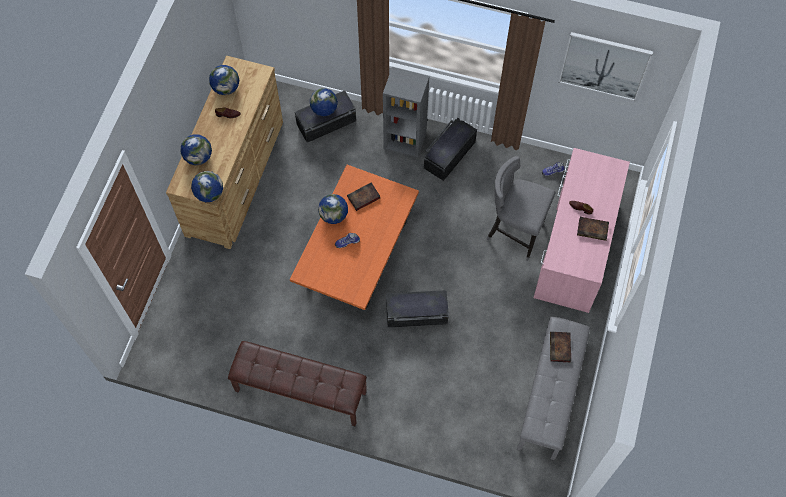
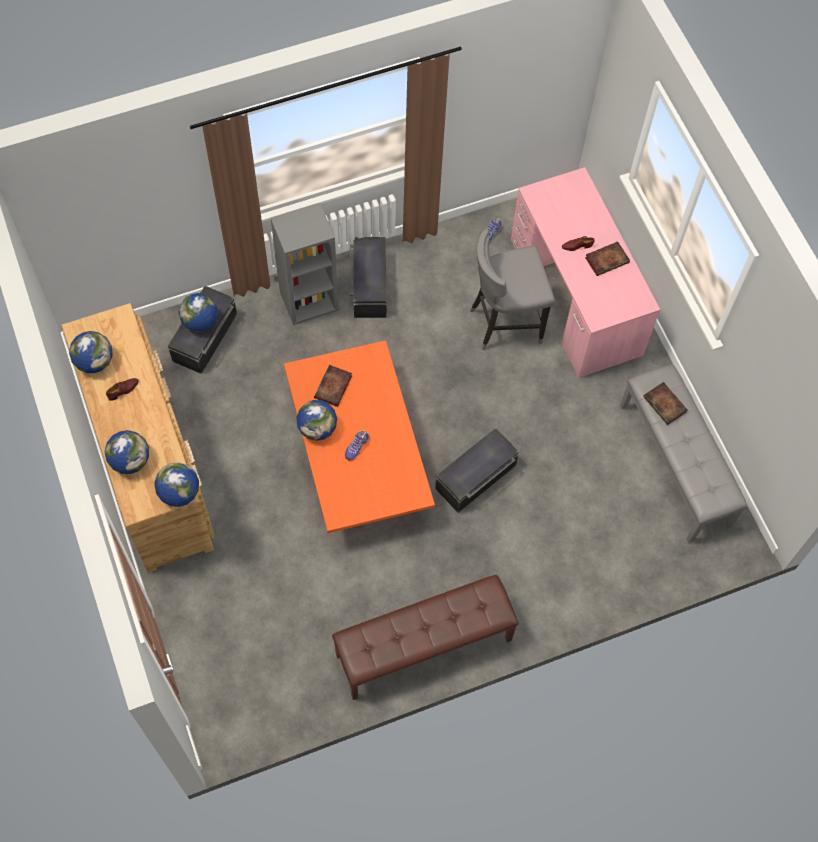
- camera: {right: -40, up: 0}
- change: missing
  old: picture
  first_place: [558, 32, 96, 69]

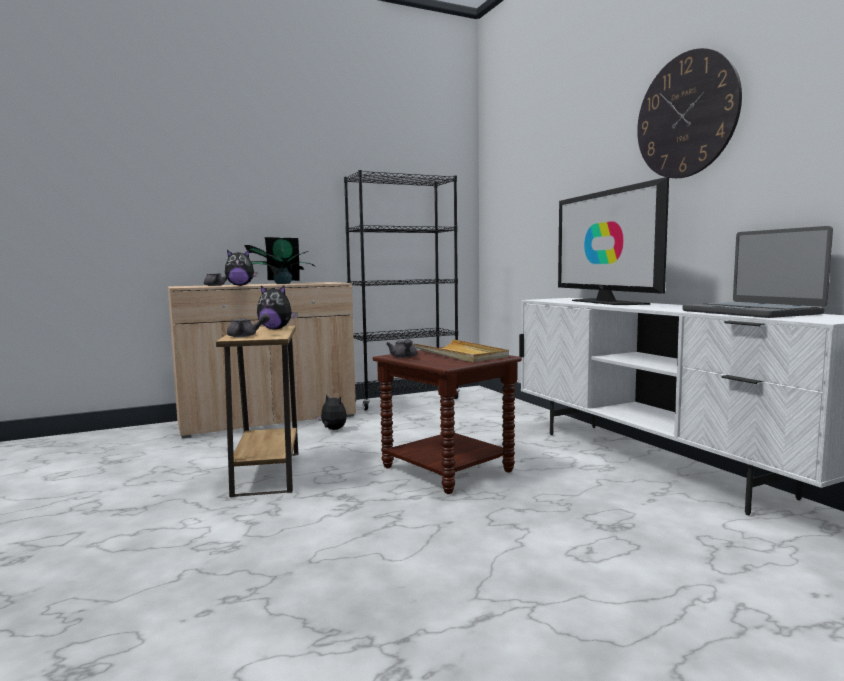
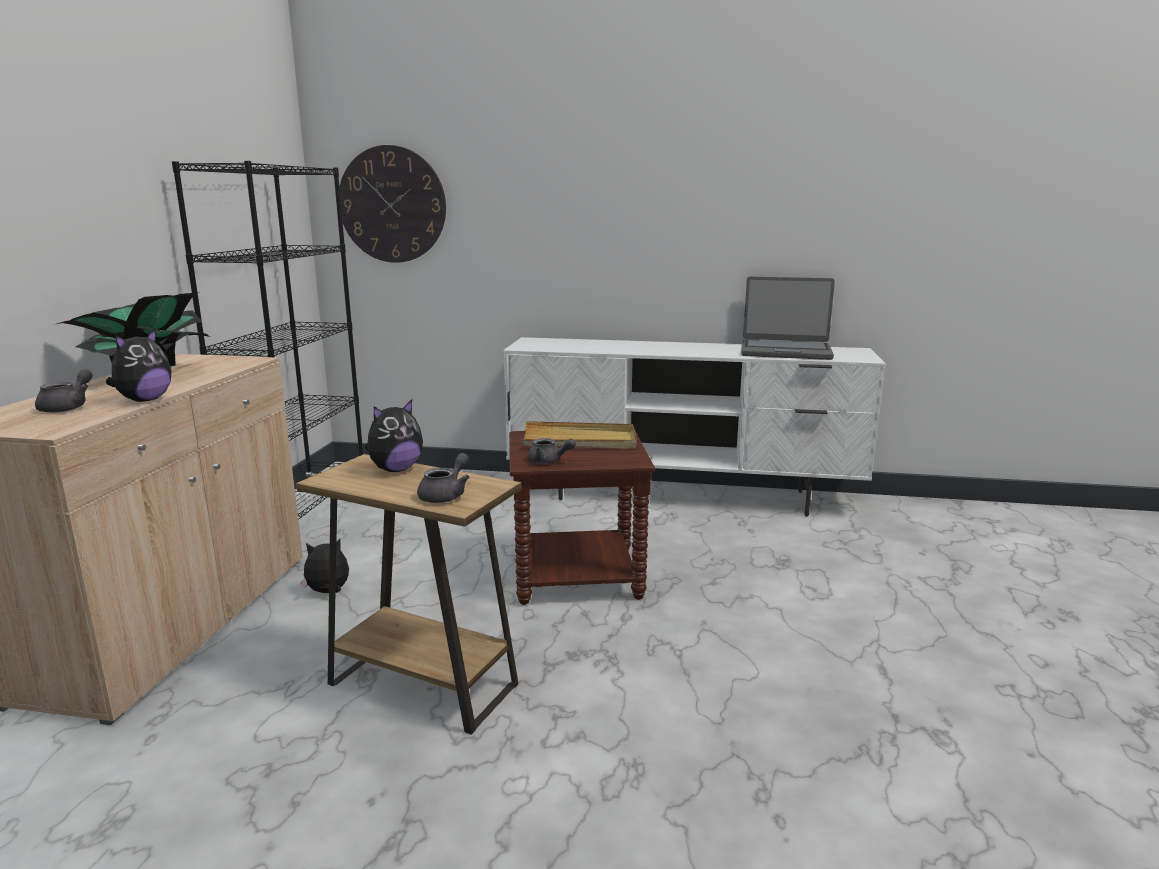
- camera: {right: -55, up: 10}
- change: missing
  old: television
  first_place: [558, 177, 111, 128]
- change: relocated
  old: wall clock
  first_place: [637, 48, 105, 130]
  second_place: [339, 145, 107, 118]

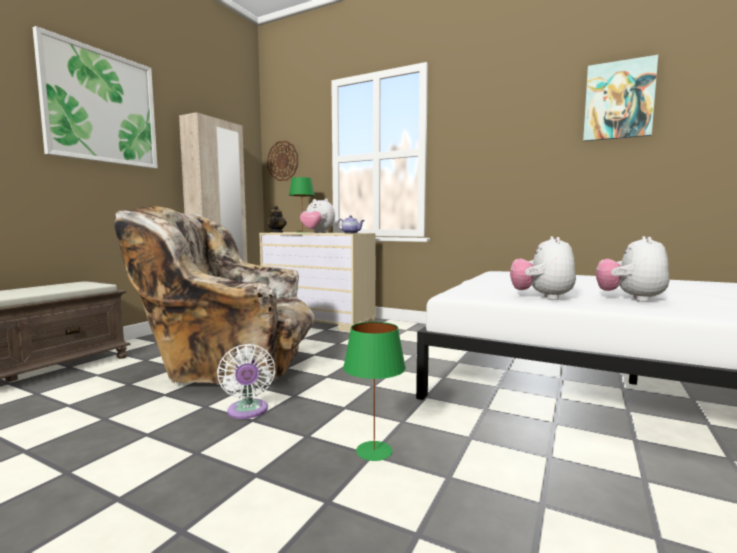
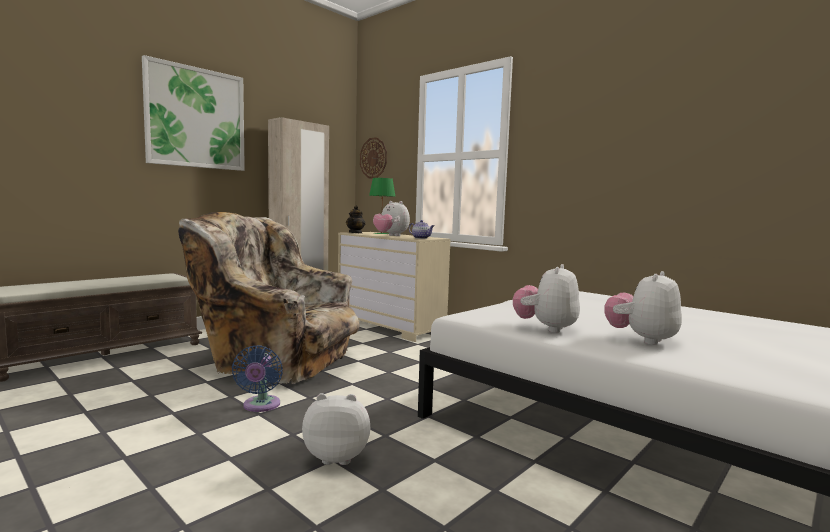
- camera: {right: 15, up: 0}
- change: colour
  old: white fan
  new: blue fan
  first_place: [217, 344, 58, 75]
  second_place: [232, 345, 51, 67]
- change: exchanged
  old: green table lamp
  new: plush toy
  first_place: [343, 322, 63, 139]
  second_place: [302, 393, 68, 72]
- change: missing
  old: picture
  first_place: [583, 55, 75, 86]

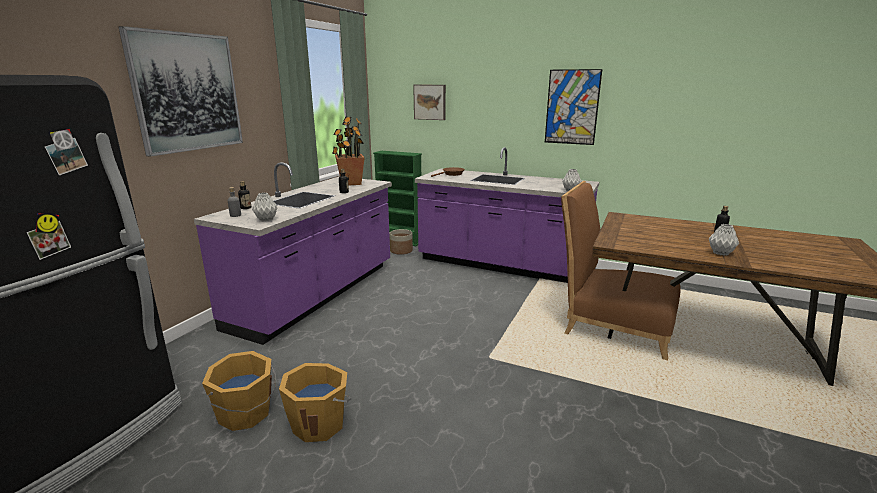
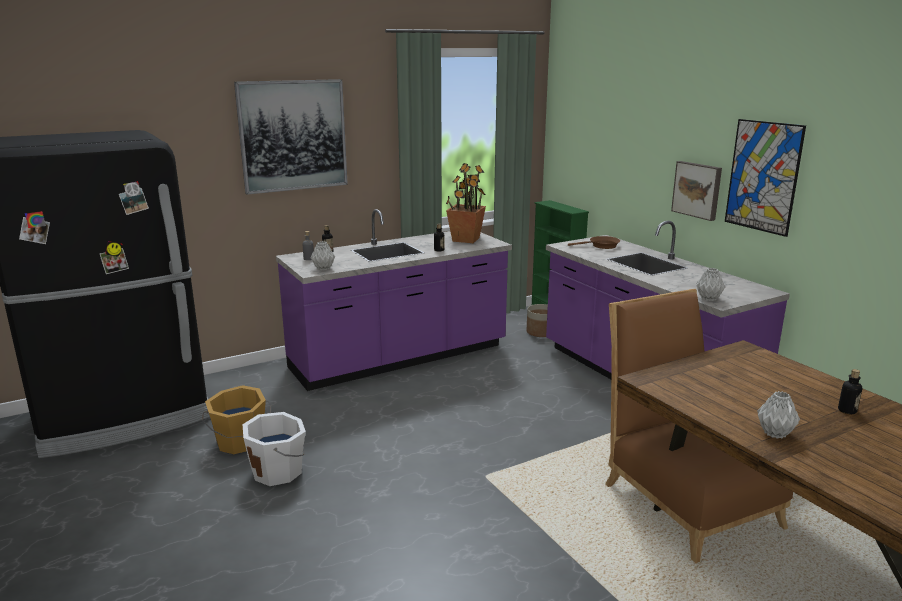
- camera: {right: 35, up: 0}
- change: colour
  old: orange bucket
  new: white bucket
  first_place: [279, 363, 72, 79]
  second_place: [242, 412, 64, 74]
- change: relocated
  old: picture
  first_place: [413, 85, 33, 35]
  second_place: [671, 161, 51, 60]

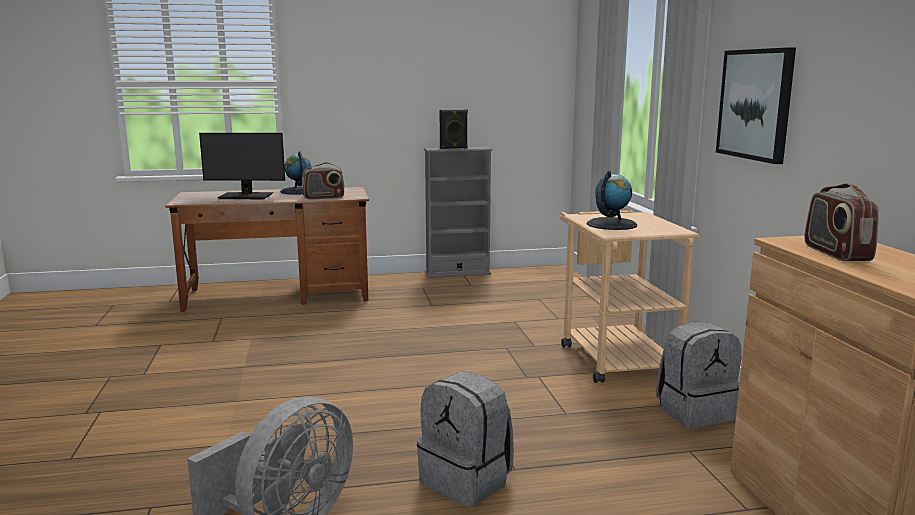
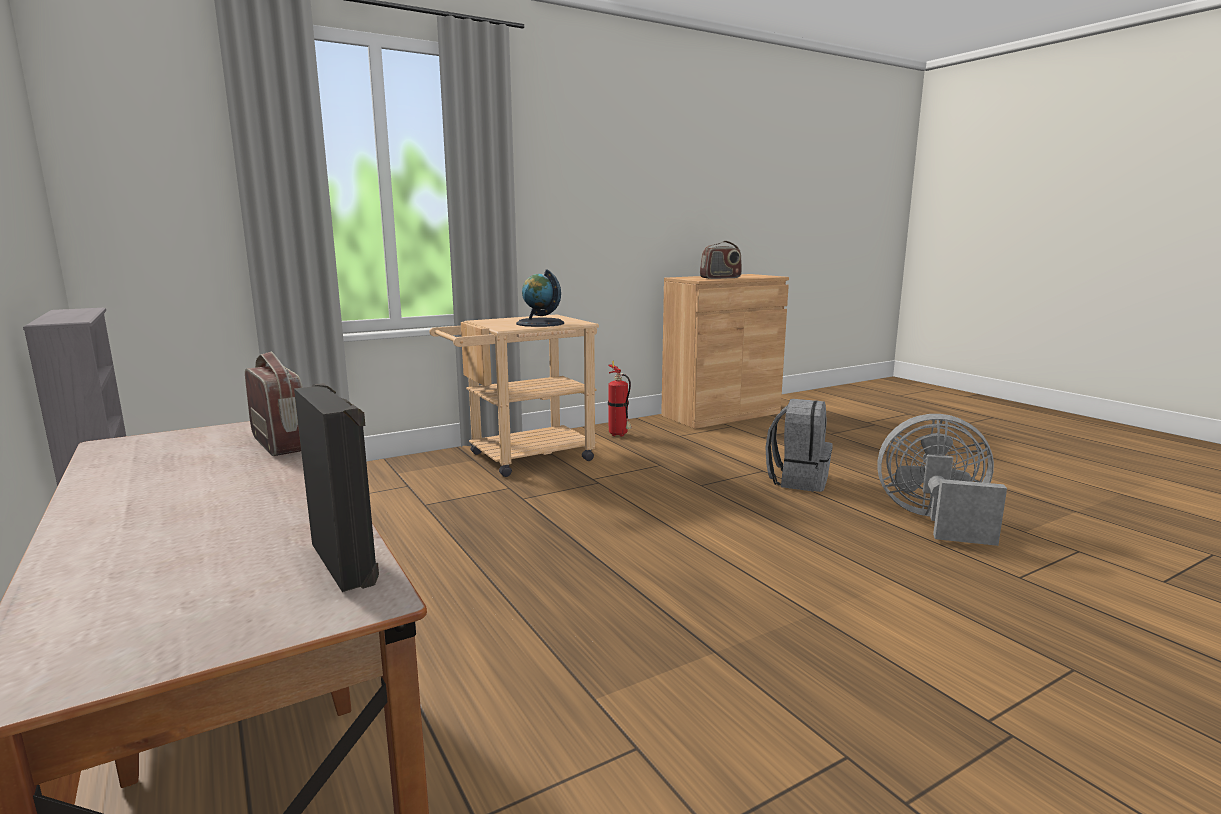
- camera: {right: -110, up: 0}
- change: missing
  old: monitor
  first_place: [199, 133, 86, 66]
- change: missing
  old: globe
  first_place: [280, 151, 32, 44]
- change: relocated
  old: black speaker
  first_place: [440, 109, 28, 40]
  second_place: [294, 383, 85, 209]
- change: exchanged
  old: grey backpack
  new: fire extinguisher
  first_place: [656, 321, 85, 108]
  second_place: [608, 361, 24, 76]
- change: missing
  old: picture
  first_place: [716, 47, 80, 117]

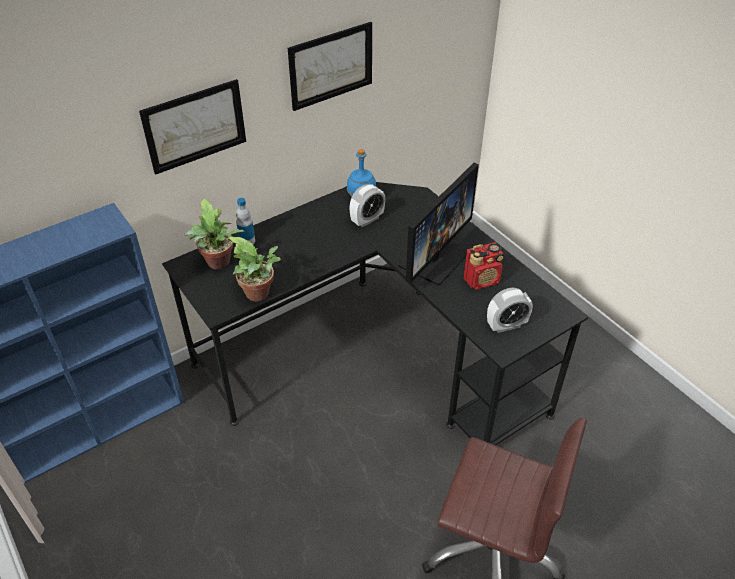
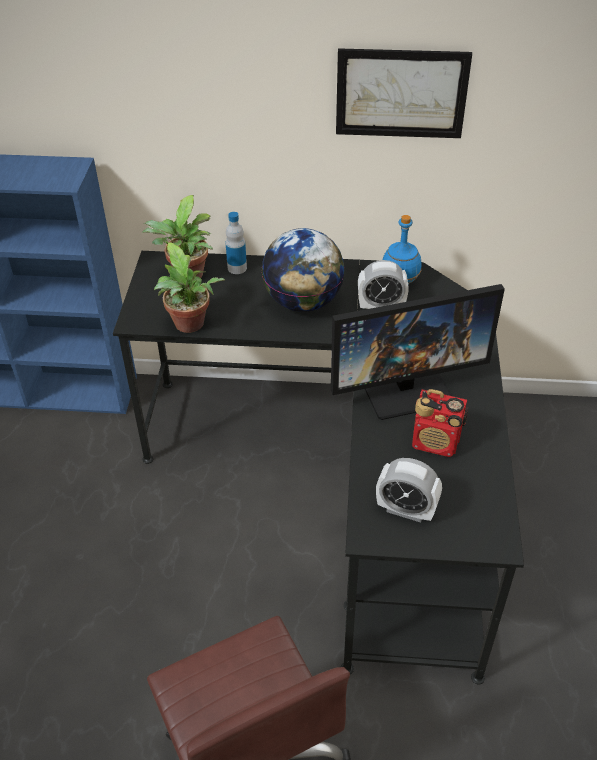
- camera: {right: 40, up: 0}
- change: missing
  old: picture
  first_place: [139, 79, 107, 96]
- change: appeared
  new: globe
  second_place: [262, 228, 83, 84]

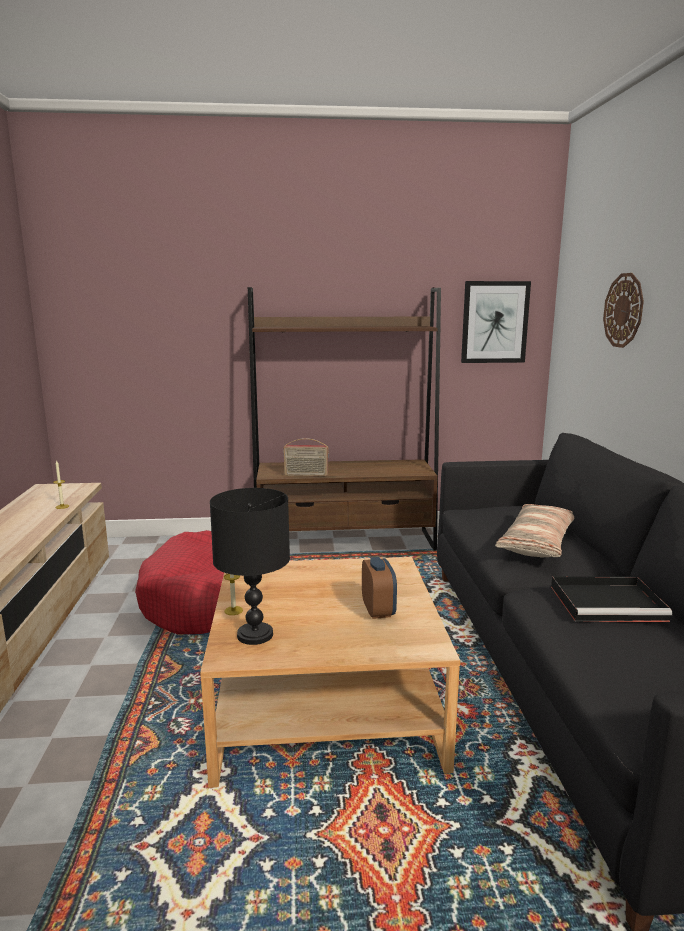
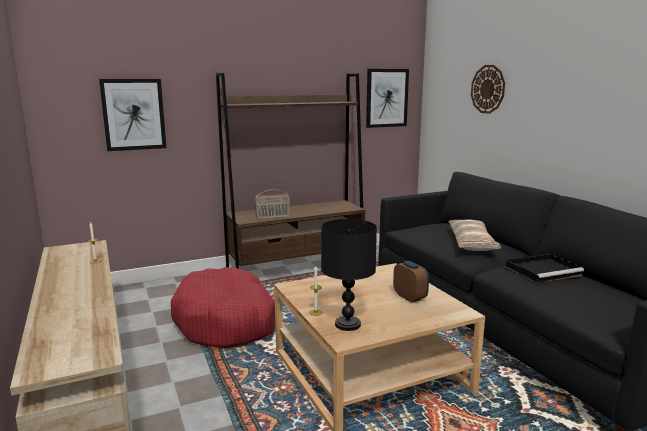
- camera: {right: -20, up: 0}
- change: appeared
  new: picture
  second_place: [99, 79, 67, 72]

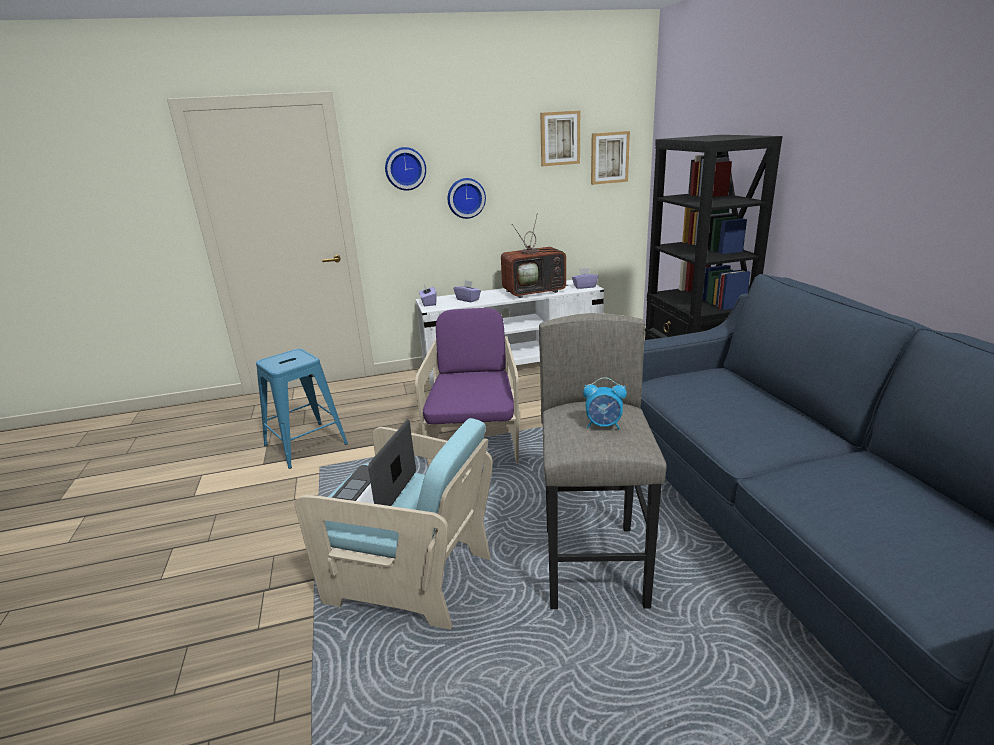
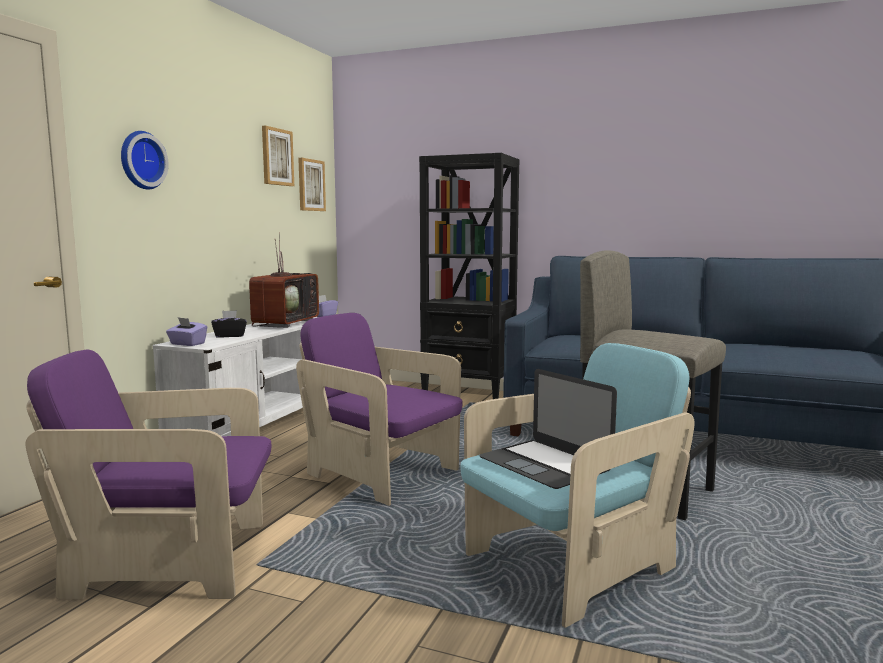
- camera: {right: -55, up: -15}
- change: exchanged
  old: blue stool
  new: purple armchair
  first_place: [256, 349, 92, 120]
  second_place: [25, 350, 246, 250]
- change: missing
  old: wall clock
  first_place: [447, 178, 39, 41]
- change: colour
  old: purple tissue box
  new: black tissue box
  first_place: [454, 280, 27, 22]
  second_place: [211, 310, 36, 28]
- change: missing
  old: alarm clock
  first_place: [583, 377, 44, 52]

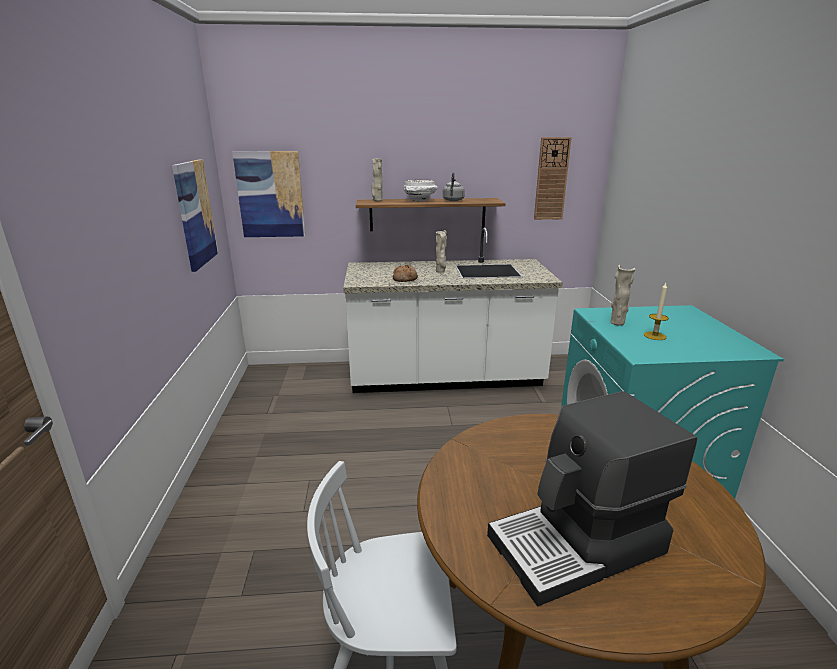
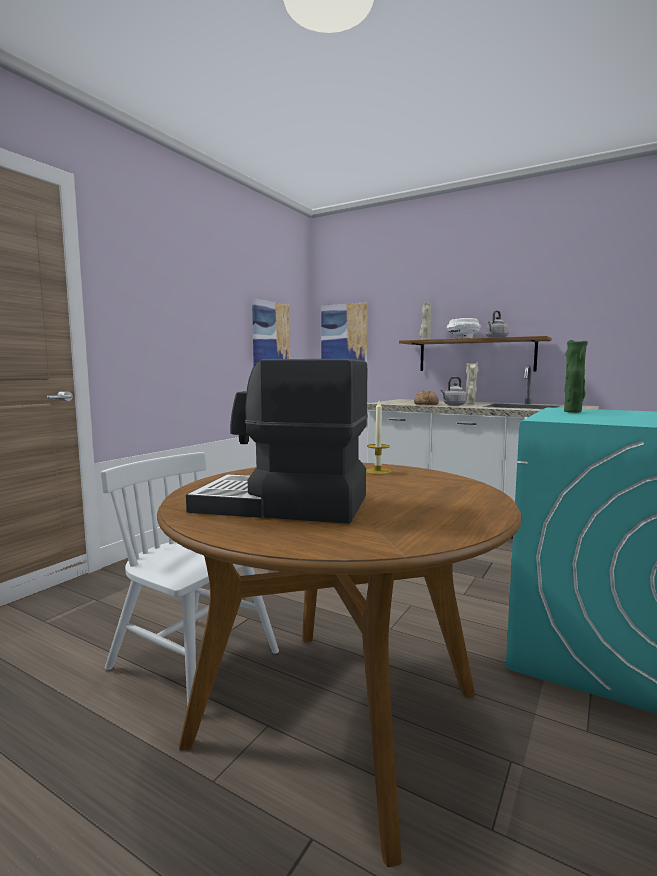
- camera: {right: 35, up: -15}
- change: missing
  old: wall clock
  first_place: [534, 137, 38, 83]
- change: colour
  old: beige vase
  new: green vase
  first_place: [610, 265, 26, 61]
  second_place: [564, 340, 24, 73]
- change: relocated
  old: candle
  first_place: [644, 283, 25, 57]
  second_place: [366, 401, 25, 74]
- change: appeared
  new: grey kettle
  second_place: [441, 377, 26, 29]

